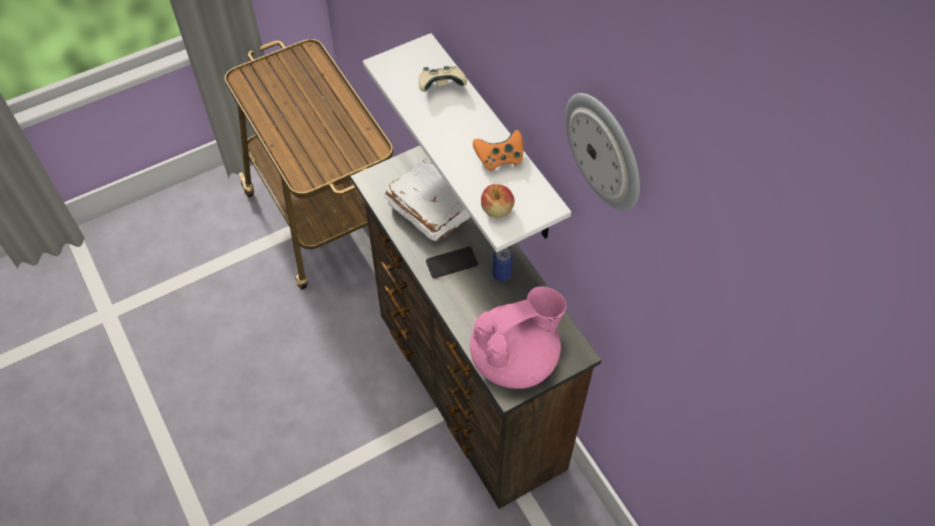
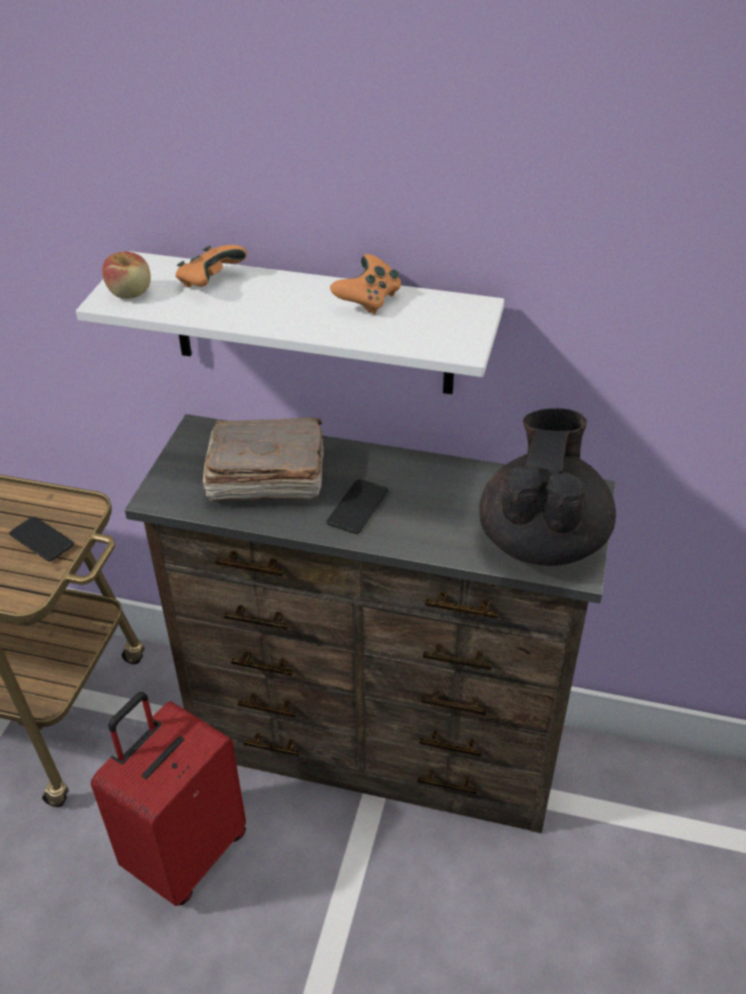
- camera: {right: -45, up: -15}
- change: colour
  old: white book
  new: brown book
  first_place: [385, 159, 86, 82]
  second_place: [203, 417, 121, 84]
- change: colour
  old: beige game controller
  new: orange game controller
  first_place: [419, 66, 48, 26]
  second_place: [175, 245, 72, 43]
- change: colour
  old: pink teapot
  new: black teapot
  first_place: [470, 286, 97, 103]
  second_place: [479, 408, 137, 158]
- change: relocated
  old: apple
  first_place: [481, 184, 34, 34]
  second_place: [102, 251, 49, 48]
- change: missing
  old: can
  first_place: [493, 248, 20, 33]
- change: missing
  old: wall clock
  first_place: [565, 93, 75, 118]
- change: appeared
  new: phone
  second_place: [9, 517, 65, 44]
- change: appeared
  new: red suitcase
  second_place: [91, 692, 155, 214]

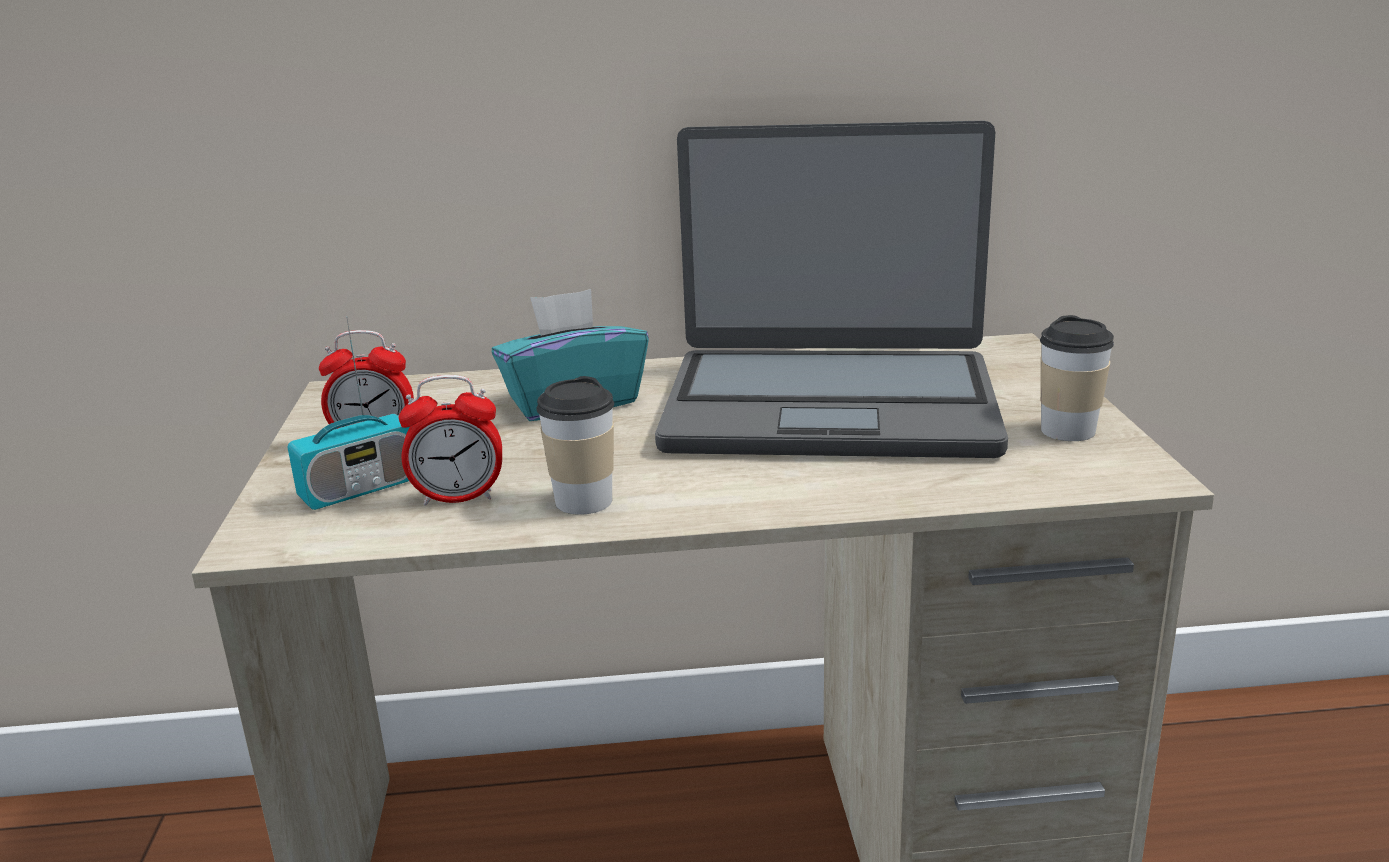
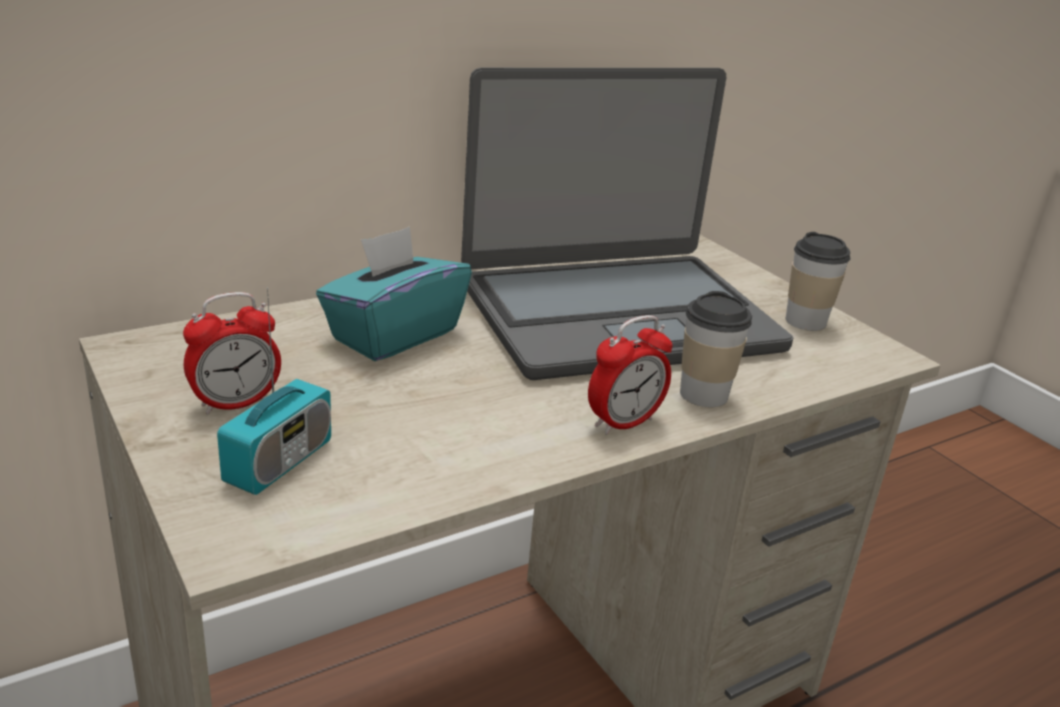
- camera: {right: -30, up: 5}
- change: relocated
  old: alarm clock
  first_place: [399, 375, 103, 131]
  second_place: [588, 315, 84, 120]
- change: relocated
  old: cup
  first_place: [536, 376, 78, 139]
  second_place: [680, 291, 72, 116]

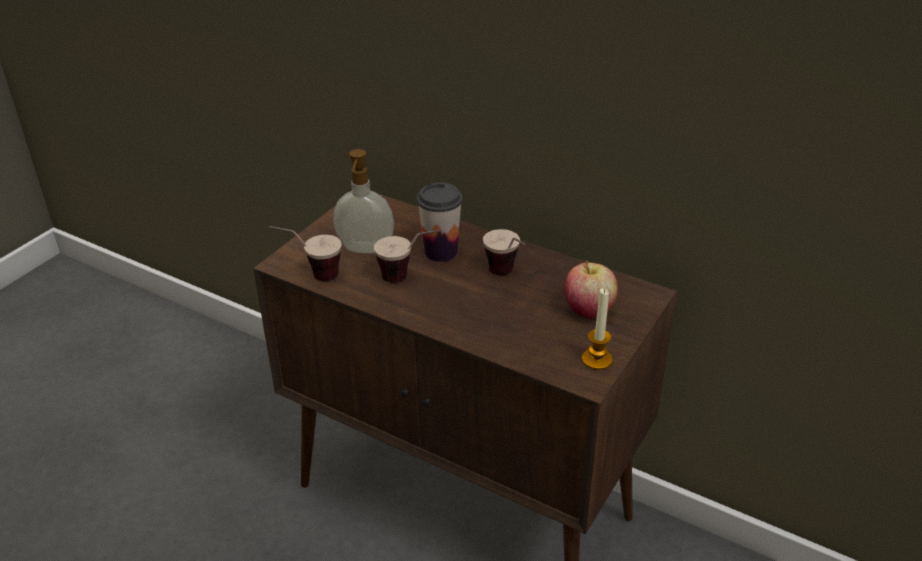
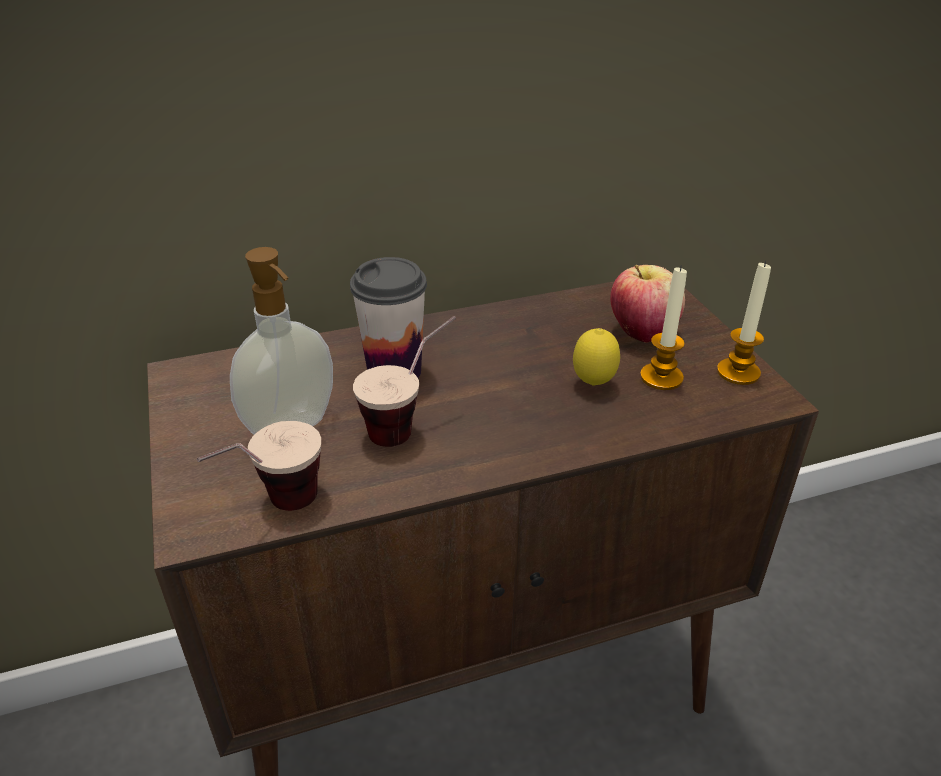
- camera: {right: -50, up: 0}
- change: missing
  old: cup
  first_place: [483, 229, 43, 46]
- change: appeared
  new: lemon
  second_place: [573, 328, 47, 58]
- change: appeared
  new: candle
  second_place: [640, 265, 47, 125]

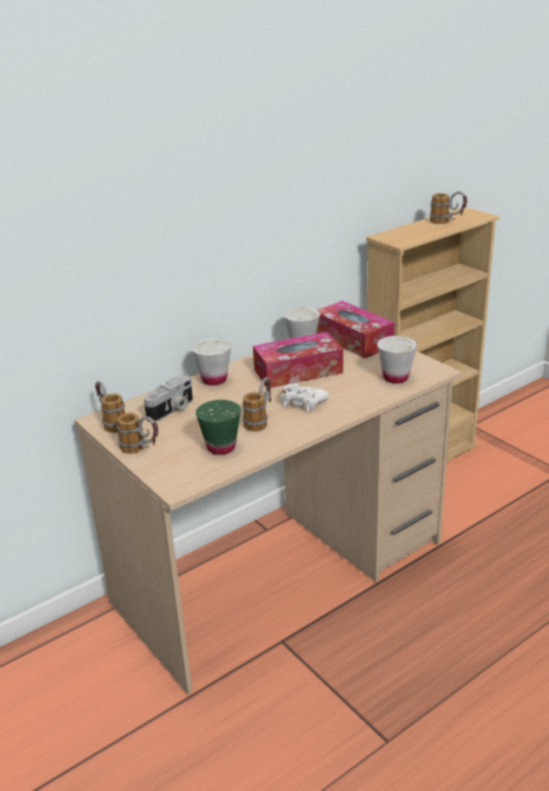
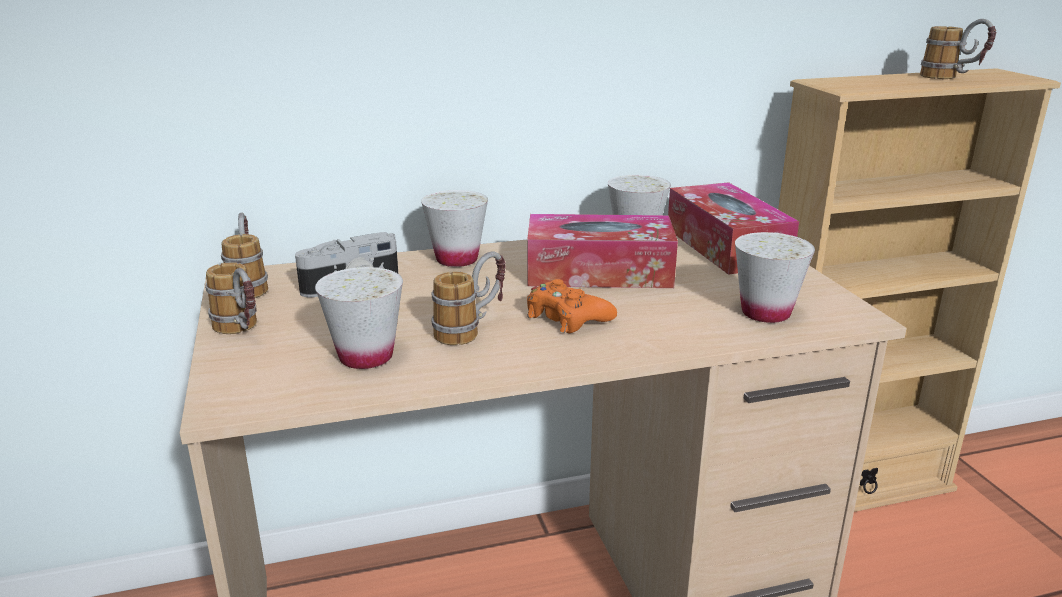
- camera: {right: 20, up: -5}
- change: colour
  old: green cup
  new: white cup
  first_place: [196, 400, 45, 55]
  second_place: [315, 267, 88, 102]
- change: colour
  old: white game controller
  new: orange game controller
  first_place: [281, 384, 48, 28]
  second_place: [527, 279, 90, 54]

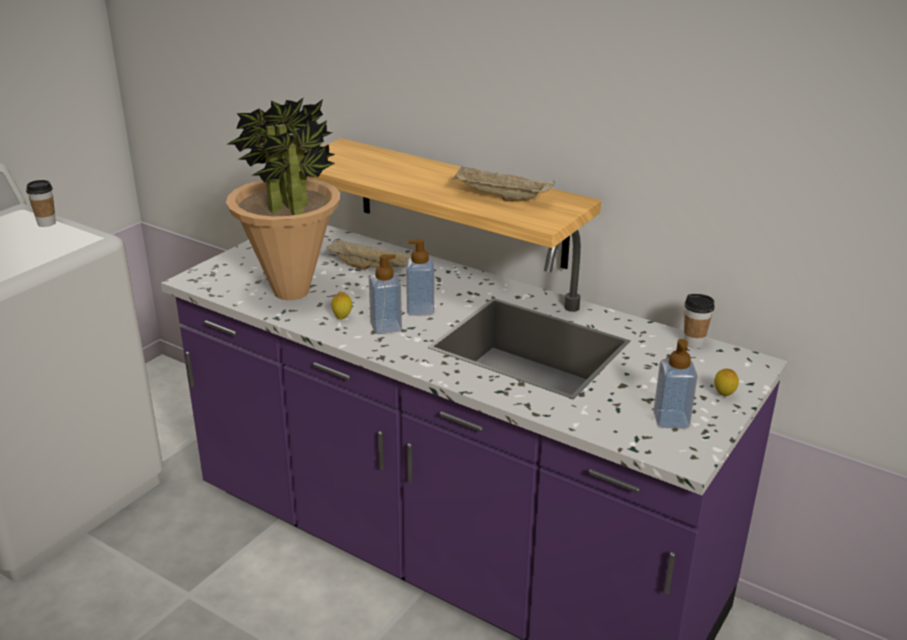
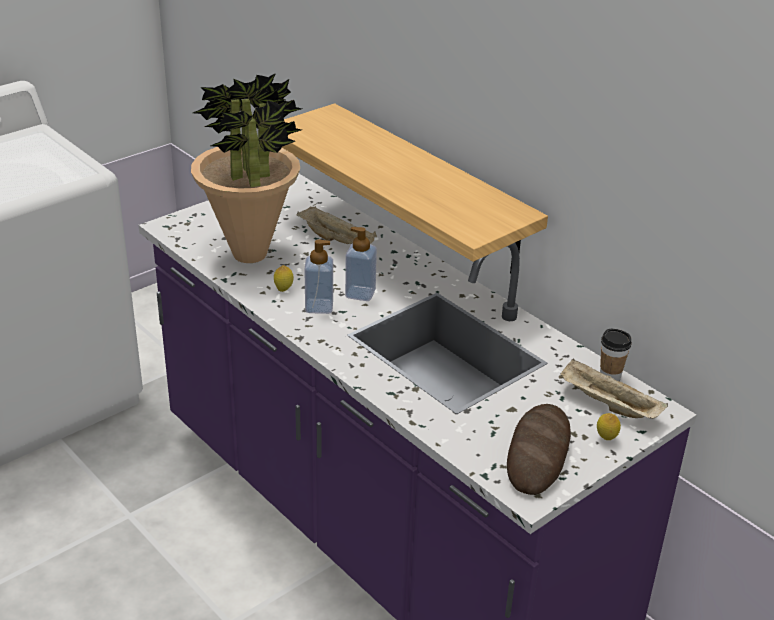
- camera: {right: 15, up: 5}
- change: missing
  old: cup
  first_place: [26, 180, 30, 47]
- change: relocated
  old: beige tray
  first_place: [453, 166, 102, 35]
  second_place: [559, 358, 109, 61]
- change: exchanged
  old: soap dispenser
  new: bread
  first_place: [653, 339, 45, 89]
  second_place: [507, 404, 64, 91]

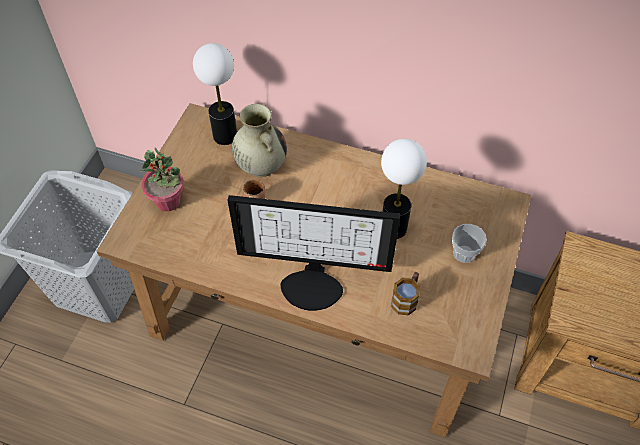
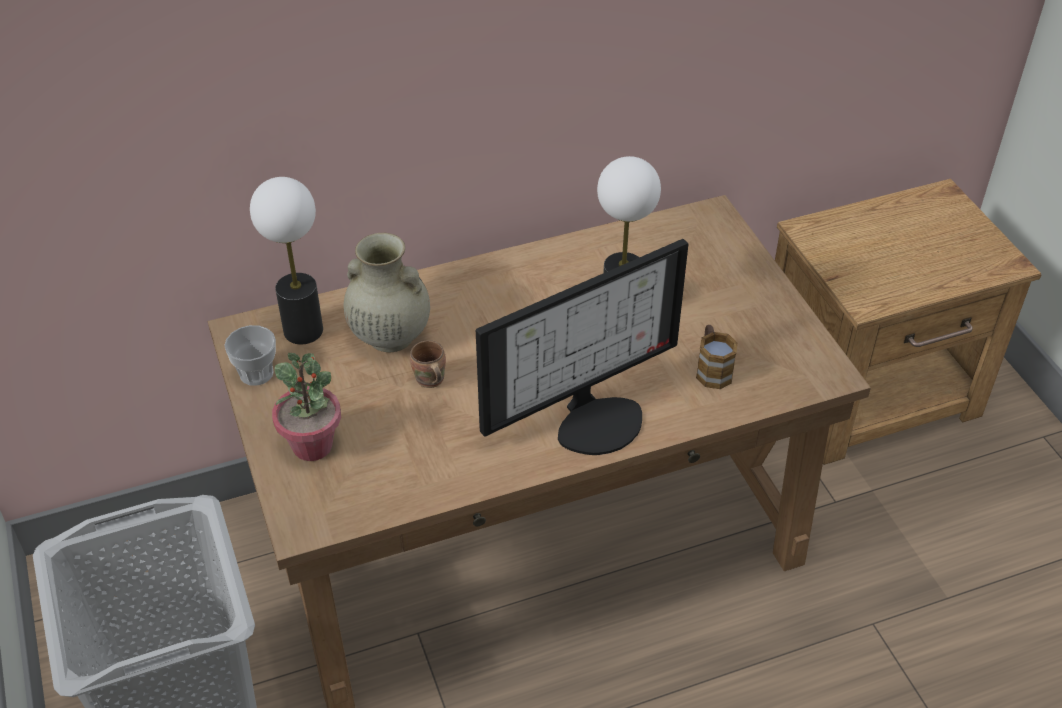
- camera: {right: -40, up: -10}
- change: relocated
  old: cup
  first_place: [452, 224, 35, 39]
  second_place: [224, 325, 52, 61]

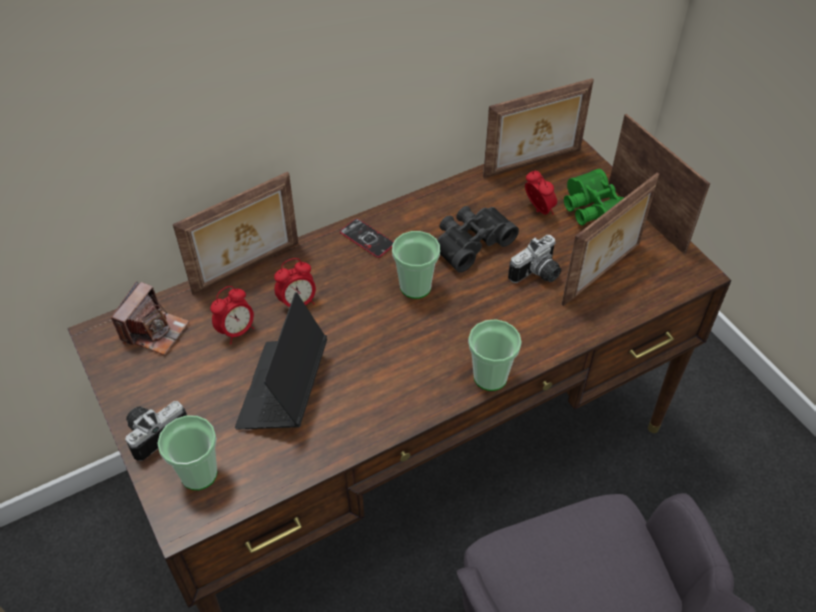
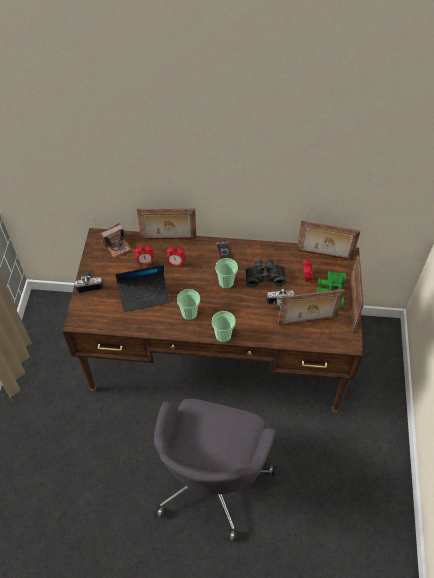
- camera: {right: 35, up: 5}
- change: relocated
  old: cup
  first_place: [157, 415, 61, 75]
  second_place: [177, 289, 23, 31]
- change: spun
  old: laptop
  first_place: [235, 292, 92, 137]
  second_place: [115, 265, 55, 47]
  degrees: -150

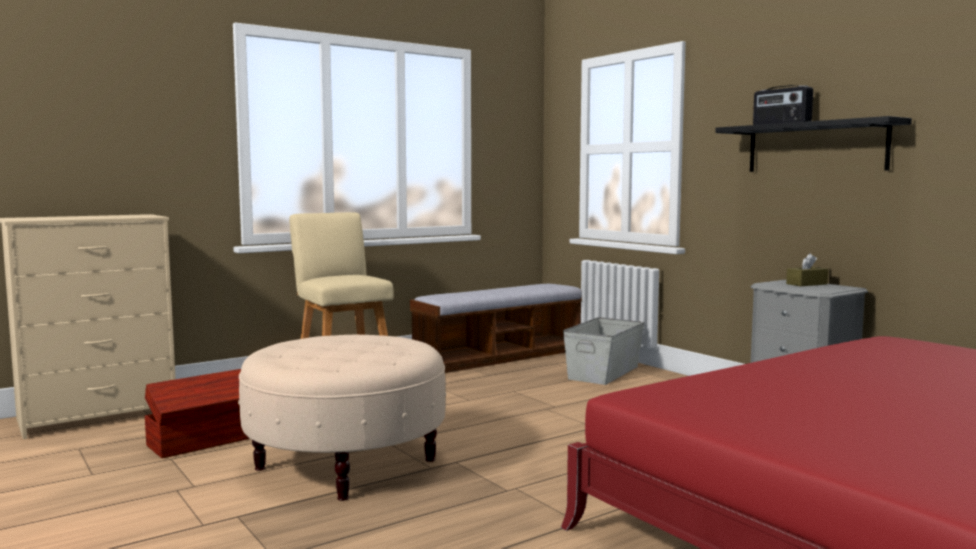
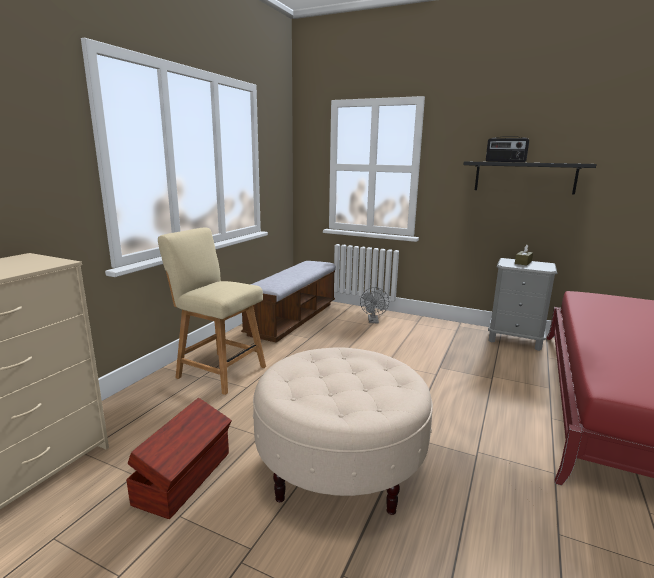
- camera: {right: -30, up: 10}
- change: exchanged
  old: grey storage box
  new: grey fan
  first_place: [563, 317, 82, 68]
  second_place: [360, 287, 29, 36]

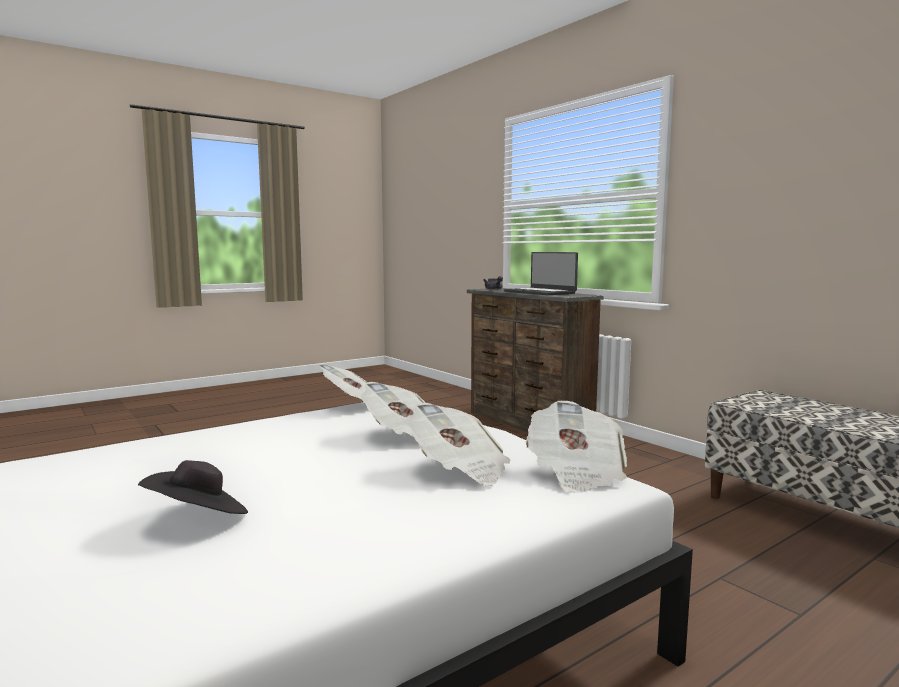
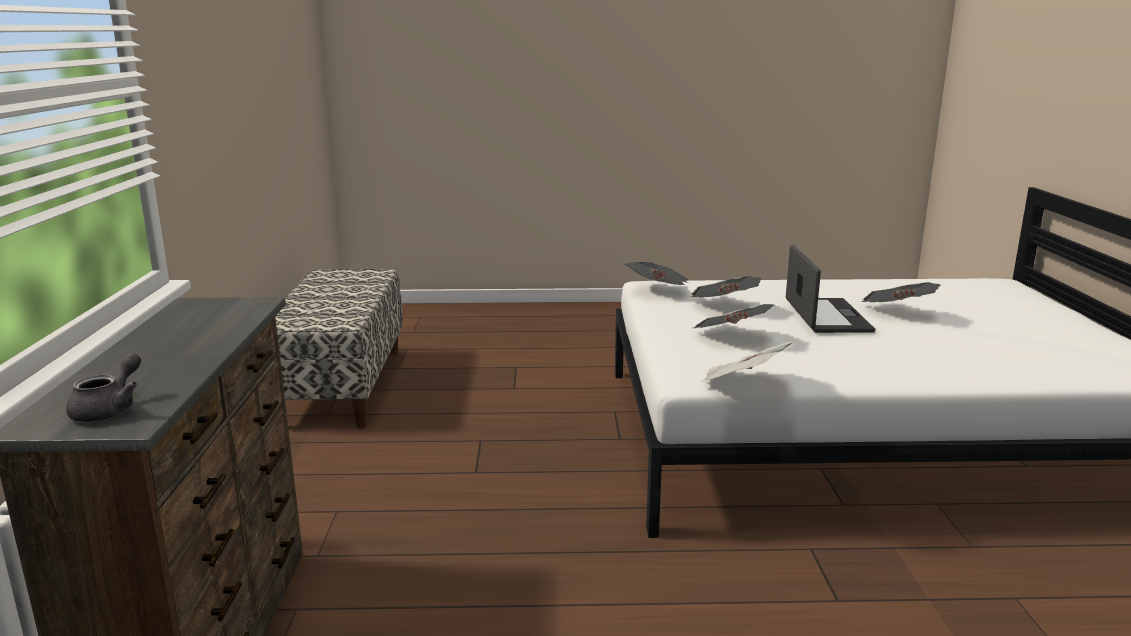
- camera: {right: -145, up: 10}
- change: exchanged
  old: black hat
  new: newspaper
  first_place: [138, 460, 110, 54]
  second_place: [861, 282, 80, 20]
- change: relocated
  old: laptop
  first_place: [504, 252, 74, 43]
  second_place: [786, 245, 89, 88]

